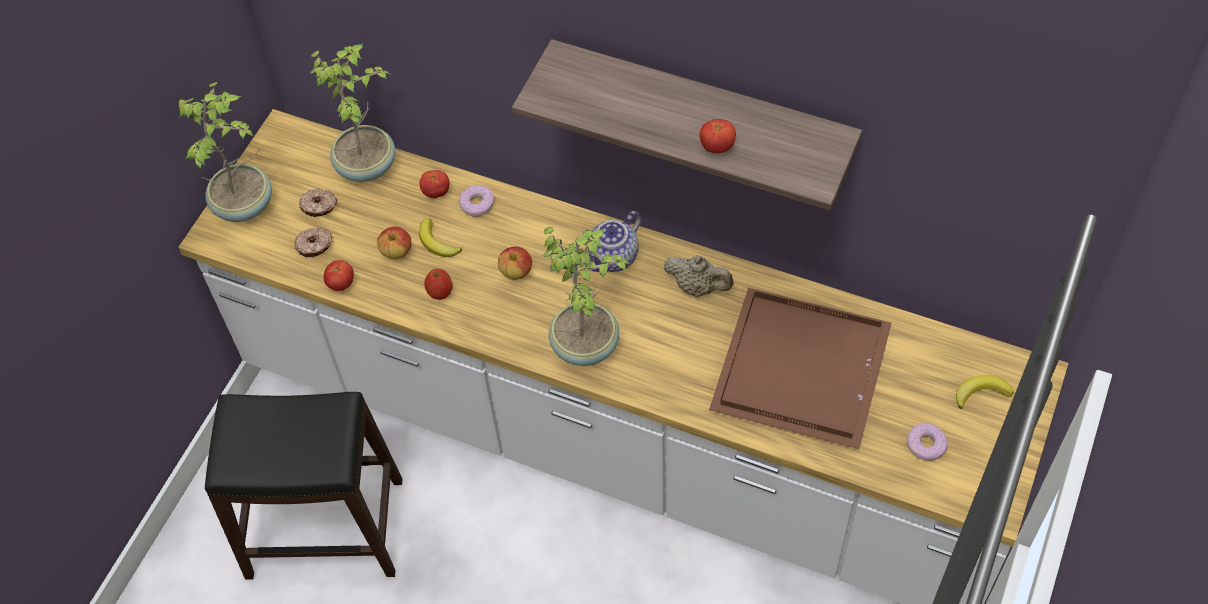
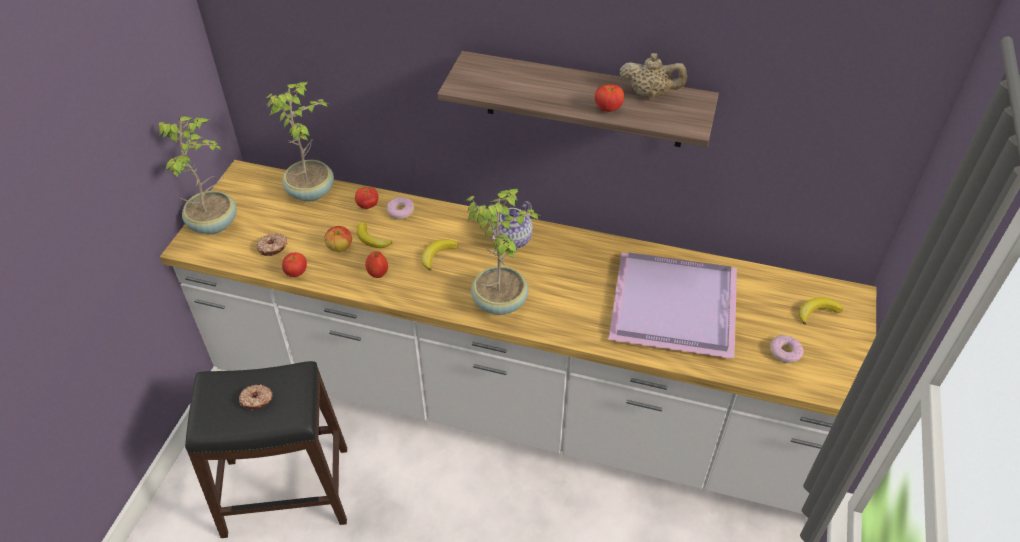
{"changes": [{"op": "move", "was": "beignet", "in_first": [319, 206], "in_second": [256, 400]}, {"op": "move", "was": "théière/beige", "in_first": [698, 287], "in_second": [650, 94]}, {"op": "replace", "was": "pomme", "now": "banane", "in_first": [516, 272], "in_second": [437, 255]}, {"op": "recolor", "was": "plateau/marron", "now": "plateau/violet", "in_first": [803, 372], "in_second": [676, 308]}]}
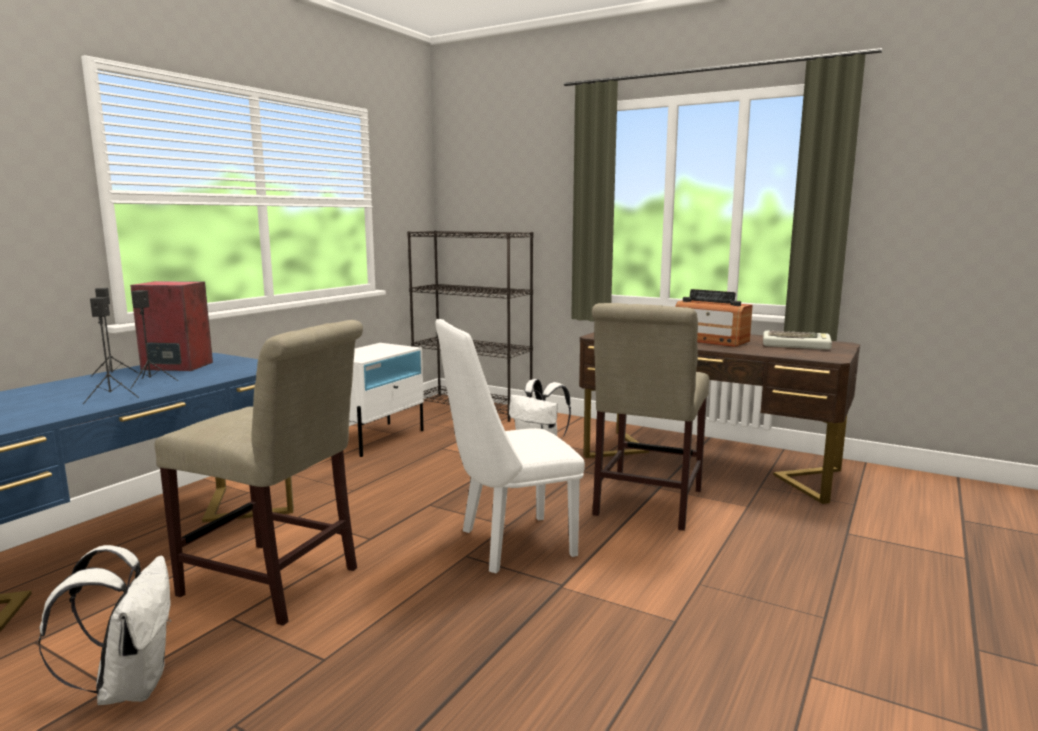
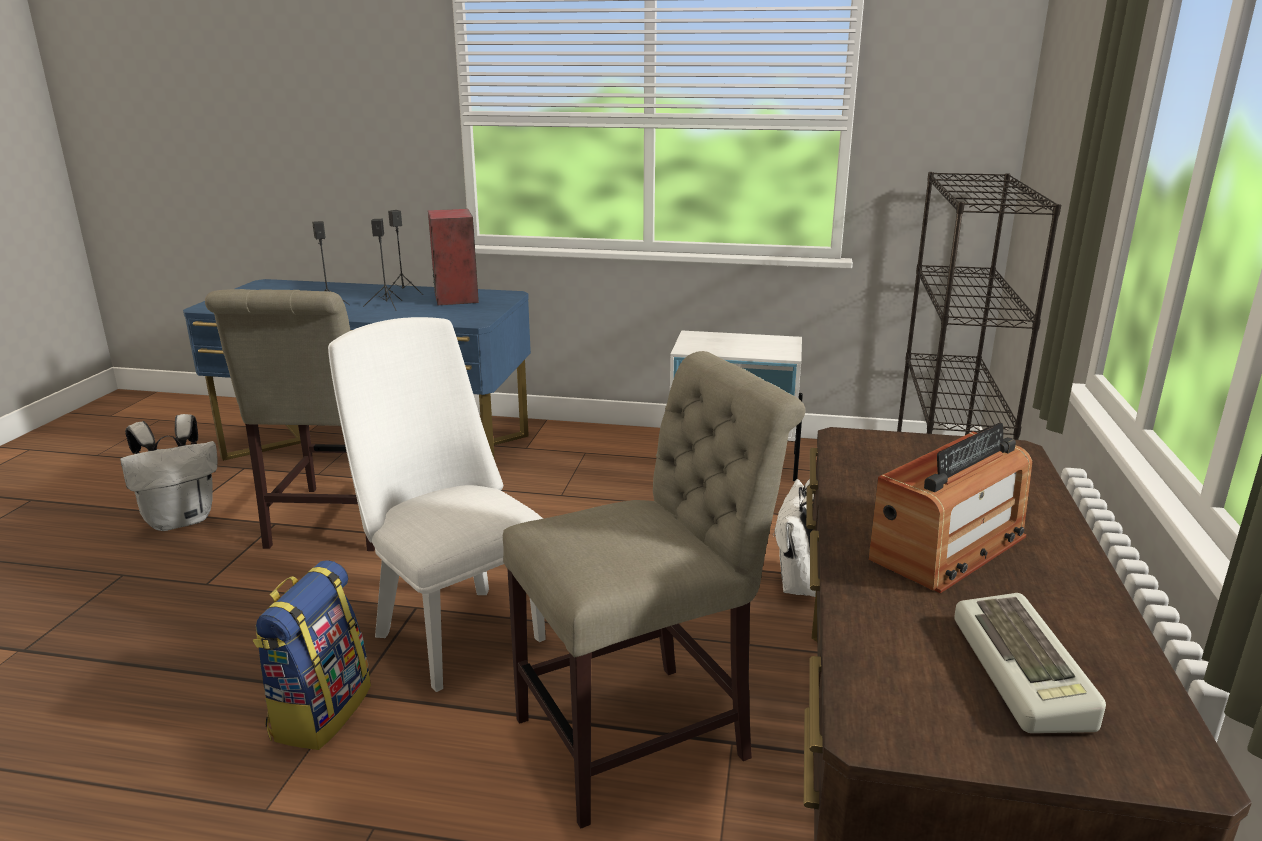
{"changes": [{"op": "insert", "now": "sac à dos", "in_second": [320, 711]}, {"op": "rotate", "was": "chaise/beige", "in_first": [645, 505], "in_second": [645, 735], "clockwise": 150}, {"op": "rotate", "was": "radio", "in_first": [710, 340], "in_second": [948, 547], "clockwise": -150}]}
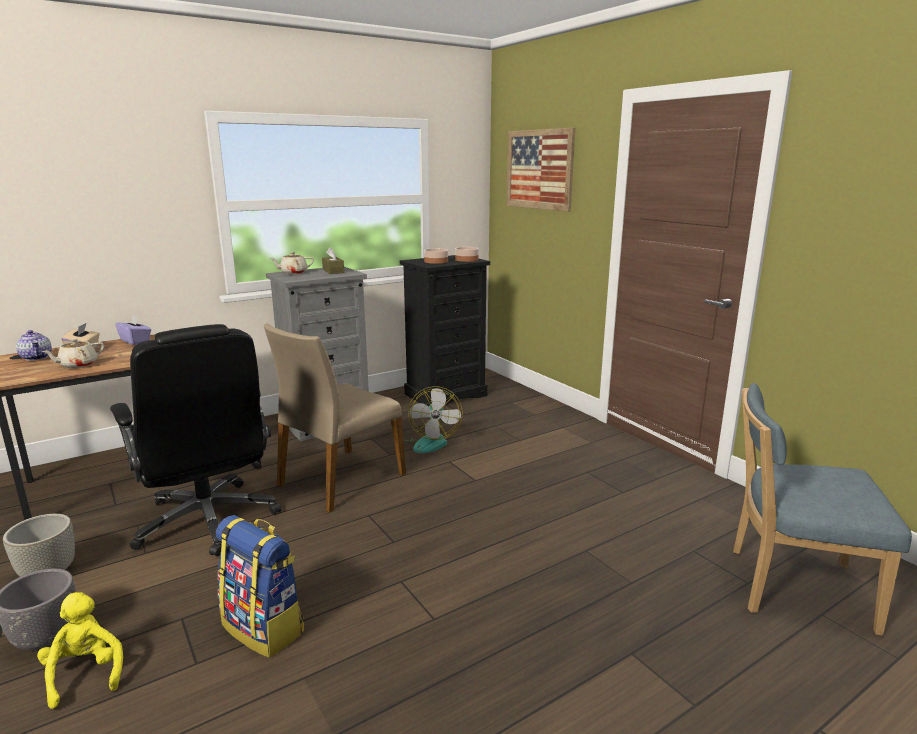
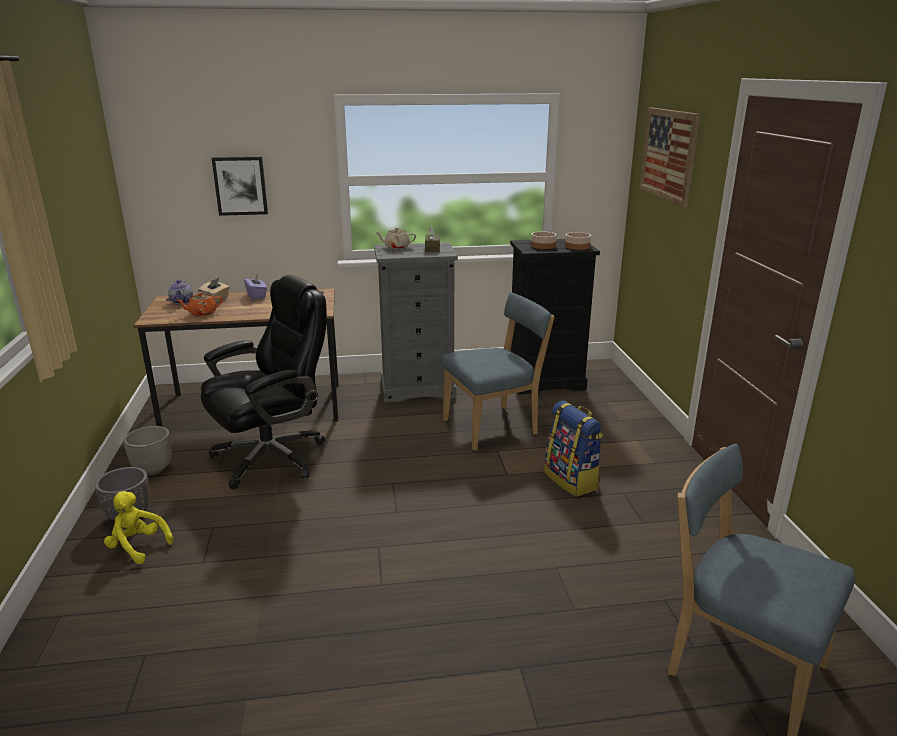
{"changes": [{"op": "delete", "was": "chaise/beige", "in_first": [340, 479]}, {"op": "insert", "now": "tableau", "in_second": [240, 186]}, {"op": "move", "was": "sac à dos", "in_first": [265, 628], "in_second": [572, 480]}, {"op": "replace", "was": "ventilateur", "now": "chaise/bleu", "in_first": [430, 441], "in_second": [494, 427]}, {"op": "recolor", "was": "théière/beige", "now": "théière/orange", "in_first": [78, 365], "in_second": [202, 313]}, {"op": "rotate", "was": "peluche/jaune", "in_first": [86, 673], "in_second": [138, 547], "clockwise": -60}, {"op": "rotate", "was": "chaise de bureau/noir", "in_first": [208, 521], "in_second": [272, 457], "clockwise": -120}]}
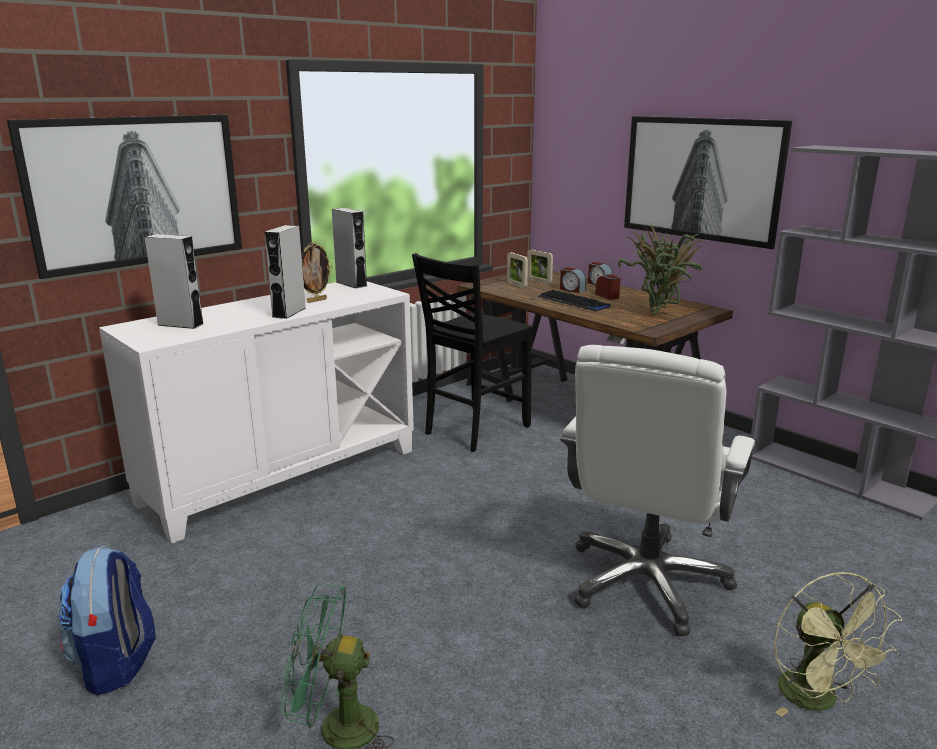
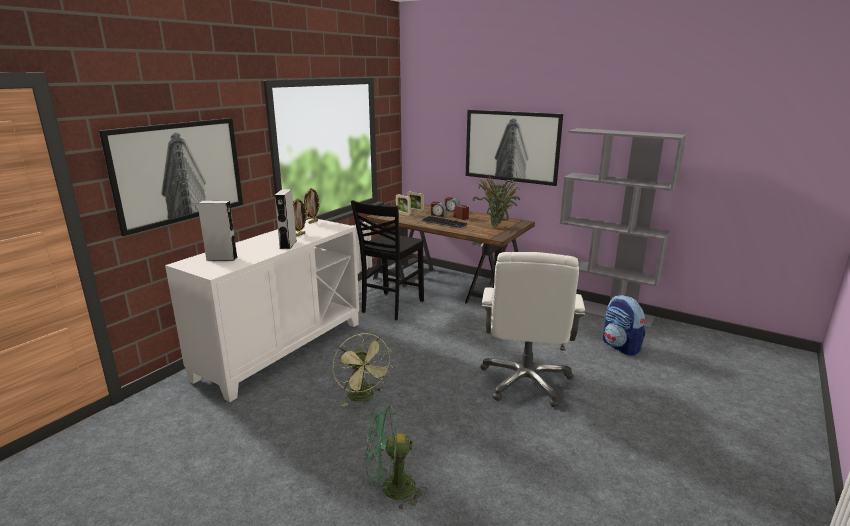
{"changes": [{"op": "move", "was": "sac à dos", "in_first": [116, 663], "in_second": [621, 347]}, {"op": "move", "was": "ventilateur/vert", "in_first": [817, 701], "in_second": [364, 397]}, {"op": "replace", "was": "enceinte/gris", "now": "cadre photo", "in_first": [351, 284], "in_second": [313, 222]}]}
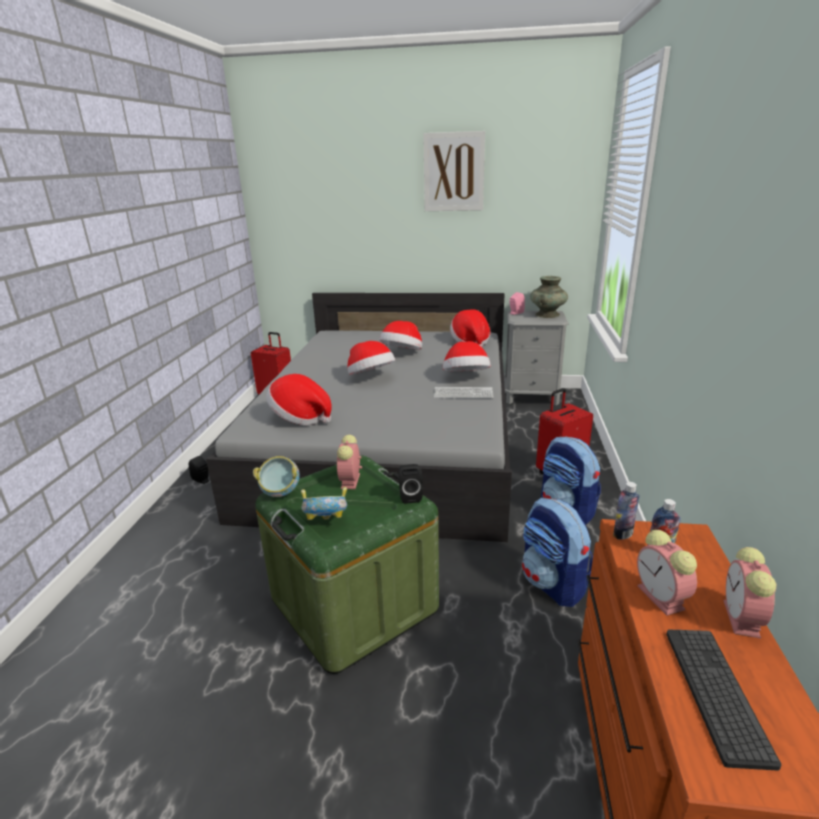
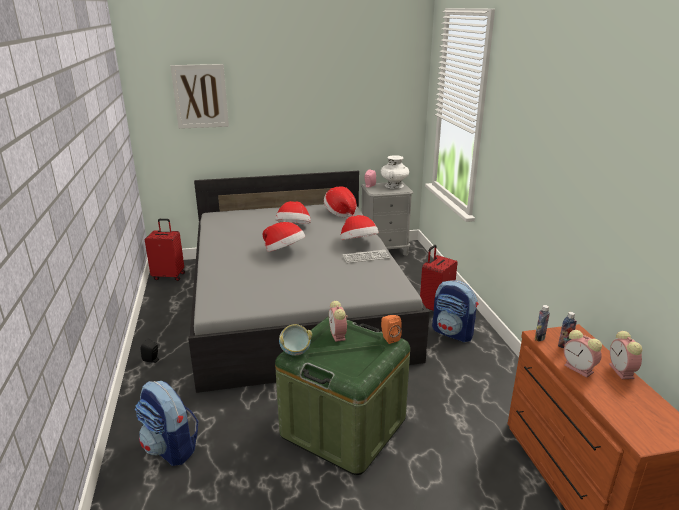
{"changes": [{"op": "delete", "was": "chapeau", "in_first": [300, 417]}, {"op": "delete", "was": "bol", "in_first": [326, 522]}, {"op": "delete", "was": "clavier", "in_first": [716, 693]}, {"op": "move", "was": "tableau", "in_first": [454, 172], "in_second": [200, 96]}, {"op": "move", "was": "sac à dos", "in_first": [553, 584], "in_second": [171, 448]}, {"op": "recolor", "was": "enceinte/noir", "now": "enceinte/orange", "in_first": [410, 496], "in_second": [389, 338]}, {"op": "recolor", "was": "vase/turquoise", "now": "vase/blanc", "in_first": [547, 315], "in_second": [394, 186]}]}
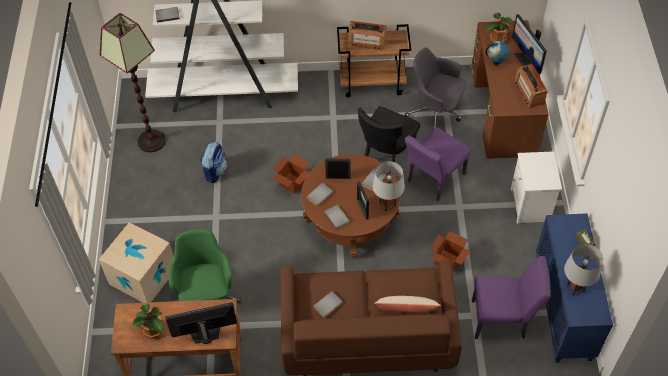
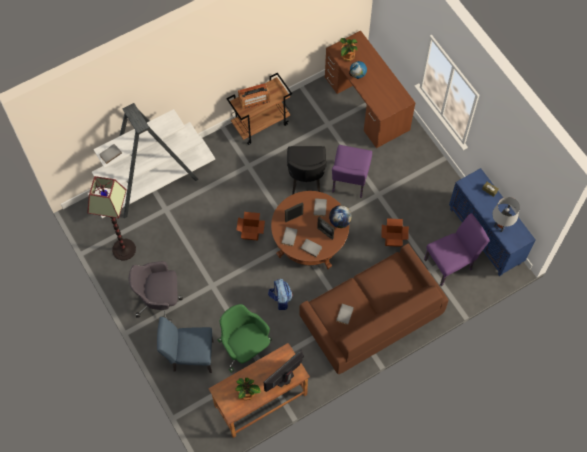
{"changes": [{"op": "delete", "was": "coussin/beige", "in_first": [406, 311]}, {"op": "delete", "was": "table de chevet/blanc", "in_first": [531, 206]}, {"op": "delete", "was": "écran d'ordinateur", "in_first": [526, 60]}, {"op": "delete", "was": "radio", "in_first": [529, 92]}, {"op": "move", "was": "sac à dos", "in_first": [215, 171], "in_second": [280, 299]}, {"op": "move", "was": "chaise de bureau/gris", "in_first": [435, 113], "in_second": [160, 300]}, {"op": "replace", "was": "carton", "now": "chaise/bleu", "in_first": [143, 276], "in_second": [189, 356]}, {"op": "replace", "was": "lampe de table/gris", "now": "globe", "in_first": [387, 204], "in_second": [340, 221]}]}
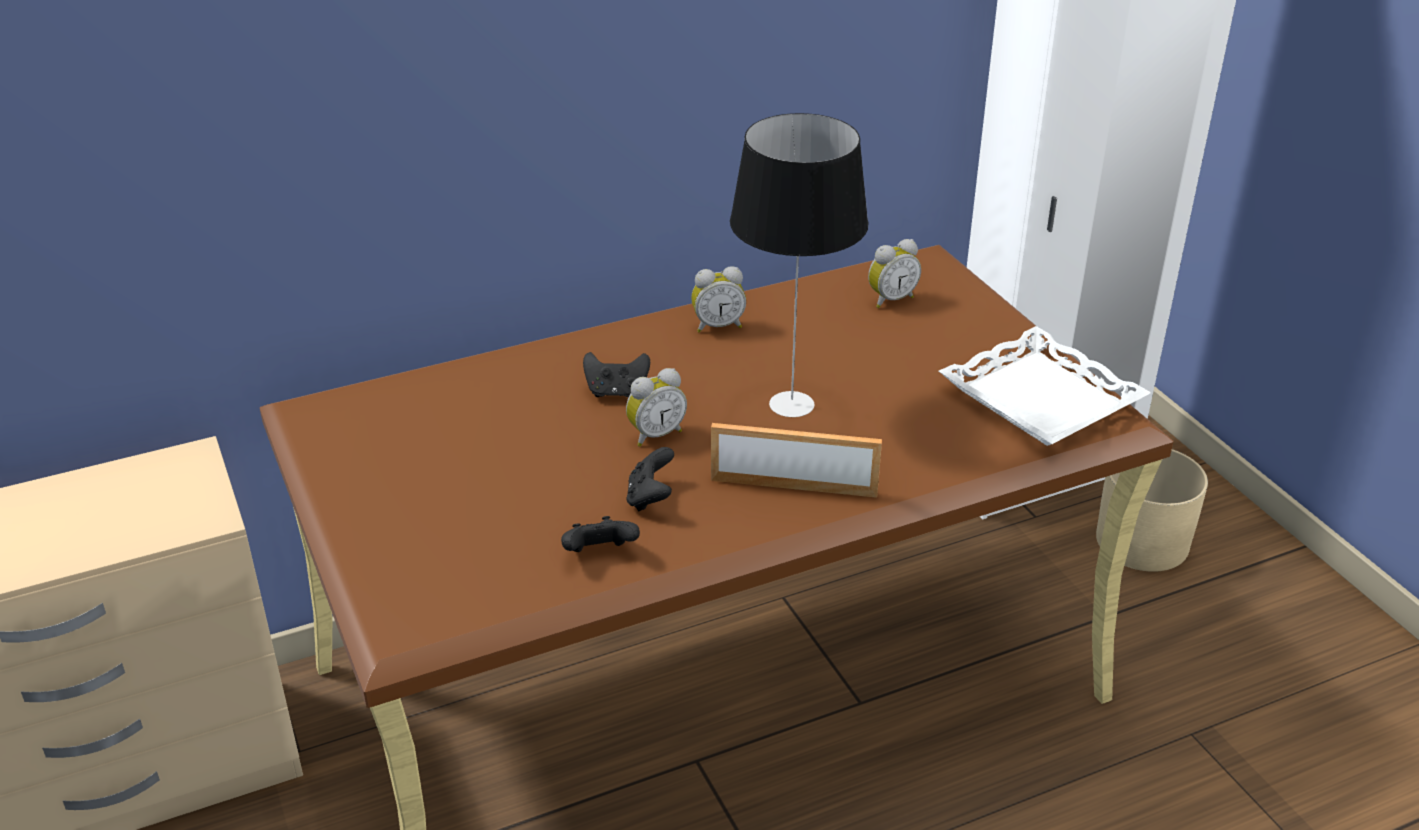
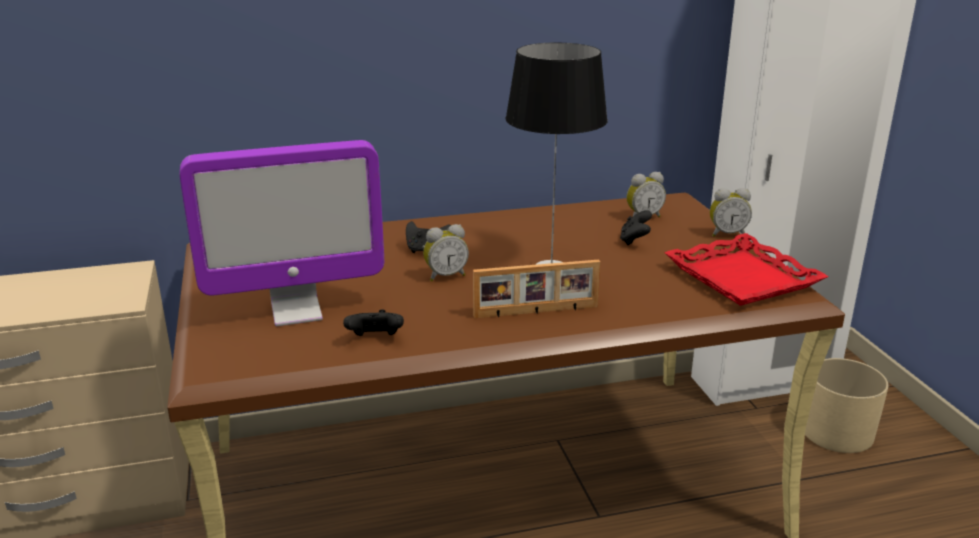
{"changes": [{"op": "insert", "now": "écran d'ordinateur", "in_second": [296, 311]}, {"op": "move", "was": "manette/noir", "in_first": [650, 498], "in_second": [634, 240]}, {"op": "move", "was": "réveil", "in_first": [717, 325], "in_second": [727, 234]}, {"op": "recolor", "was": "plateau/blanc", "now": "plateau/rouge", "in_first": [1042, 398], "in_second": [743, 278]}, {"op": "rotate", "was": "cadre photo", "in_first": [794, 485], "in_second": [536, 312], "clockwise": 150}]}
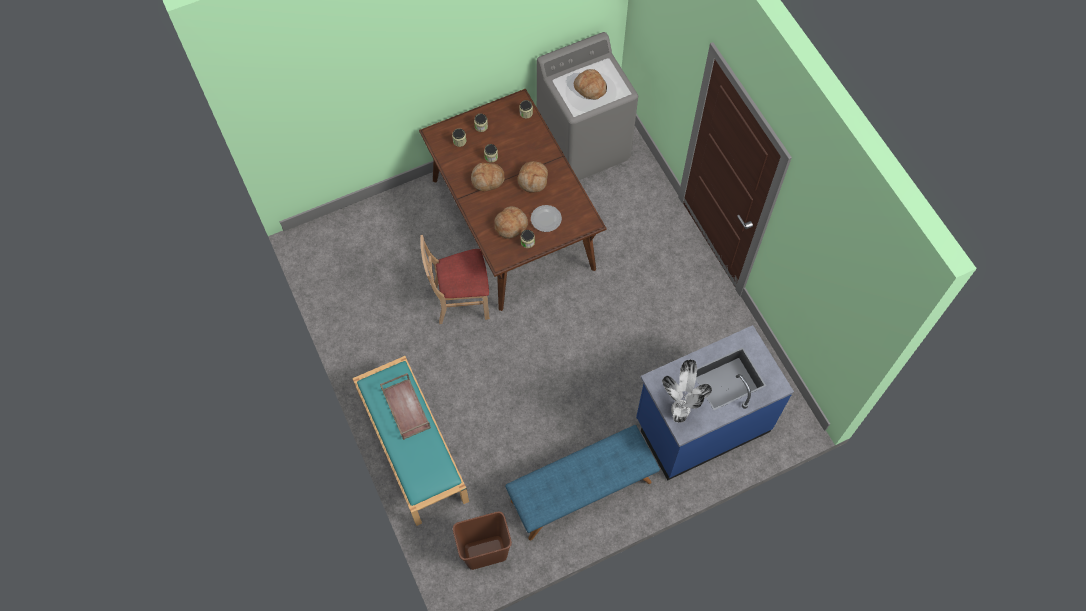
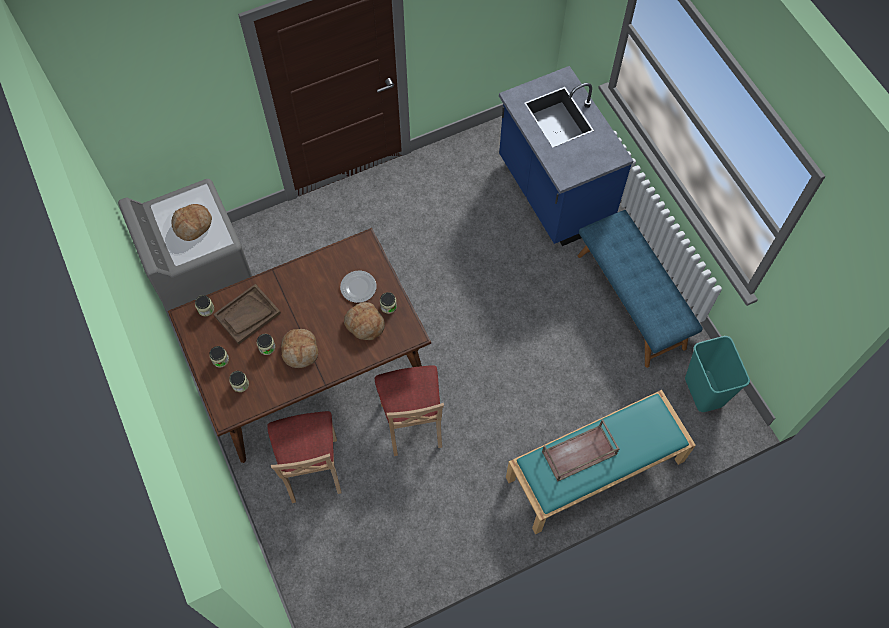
{"changes": [{"op": "delete", "was": "pain", "in_first": [533, 180]}, {"op": "delete", "was": "plante en pot", "in_first": [679, 412]}, {"op": "insert", "now": "plateau/marron", "in_second": [247, 315]}, {"op": "insert", "now": "chaise/beige", "in_second": [312, 469]}, {"op": "recolor", "was": "poubelle/marron", "now": "poubelle/turquoise", "in_first": [485, 551], "in_second": [703, 391]}]}
